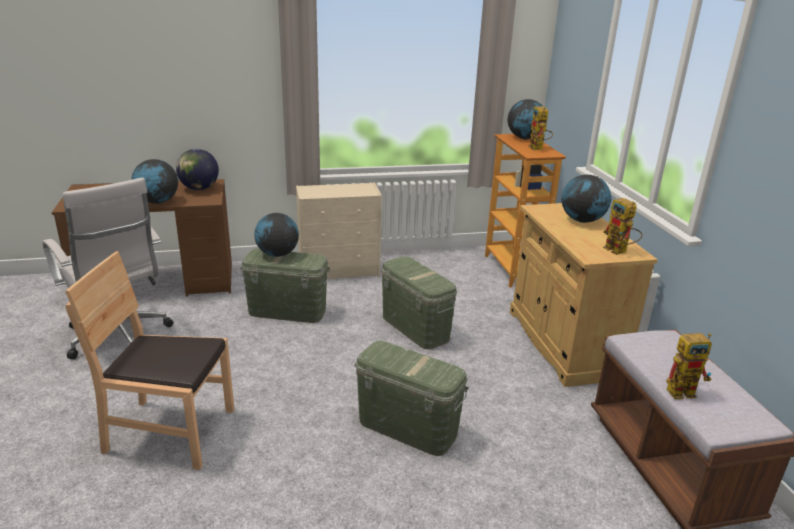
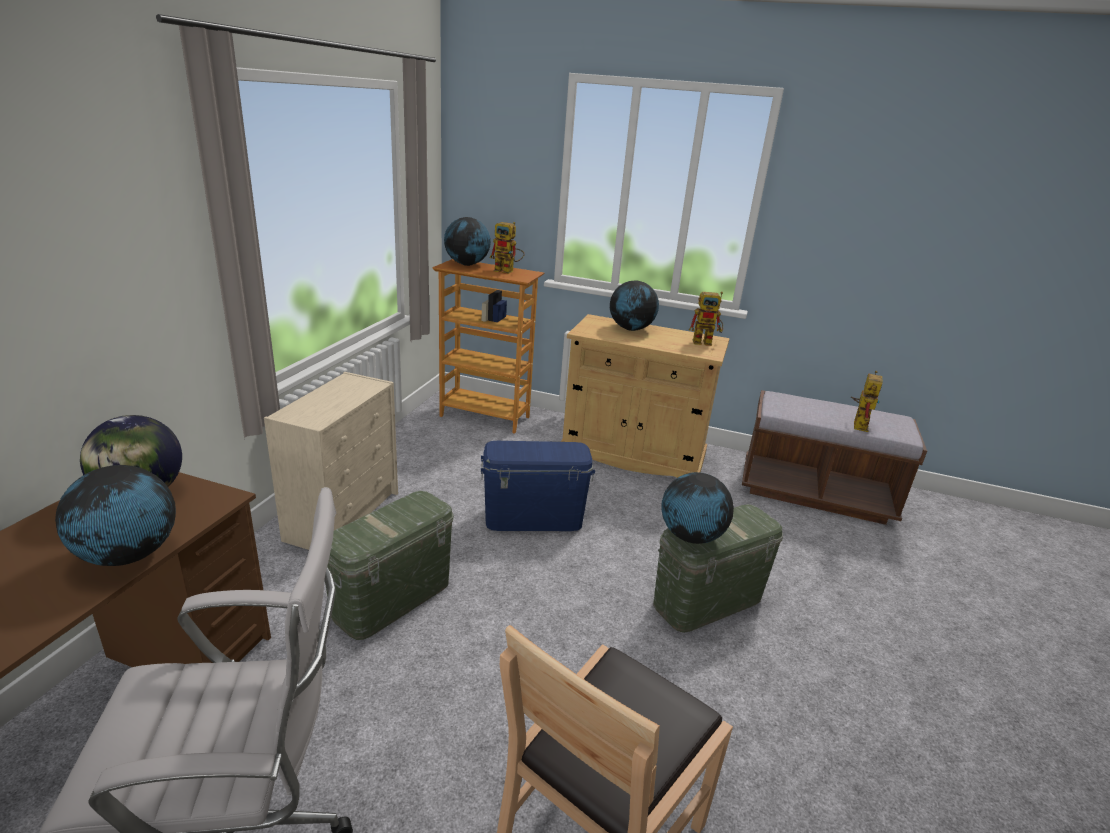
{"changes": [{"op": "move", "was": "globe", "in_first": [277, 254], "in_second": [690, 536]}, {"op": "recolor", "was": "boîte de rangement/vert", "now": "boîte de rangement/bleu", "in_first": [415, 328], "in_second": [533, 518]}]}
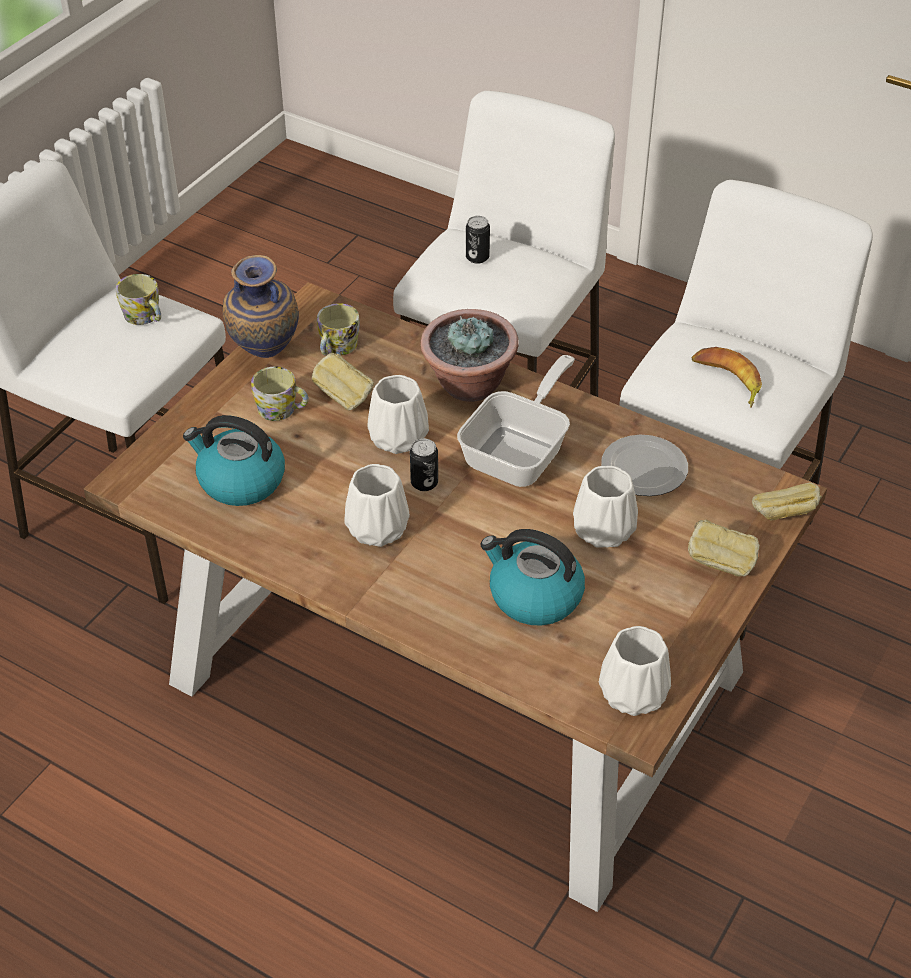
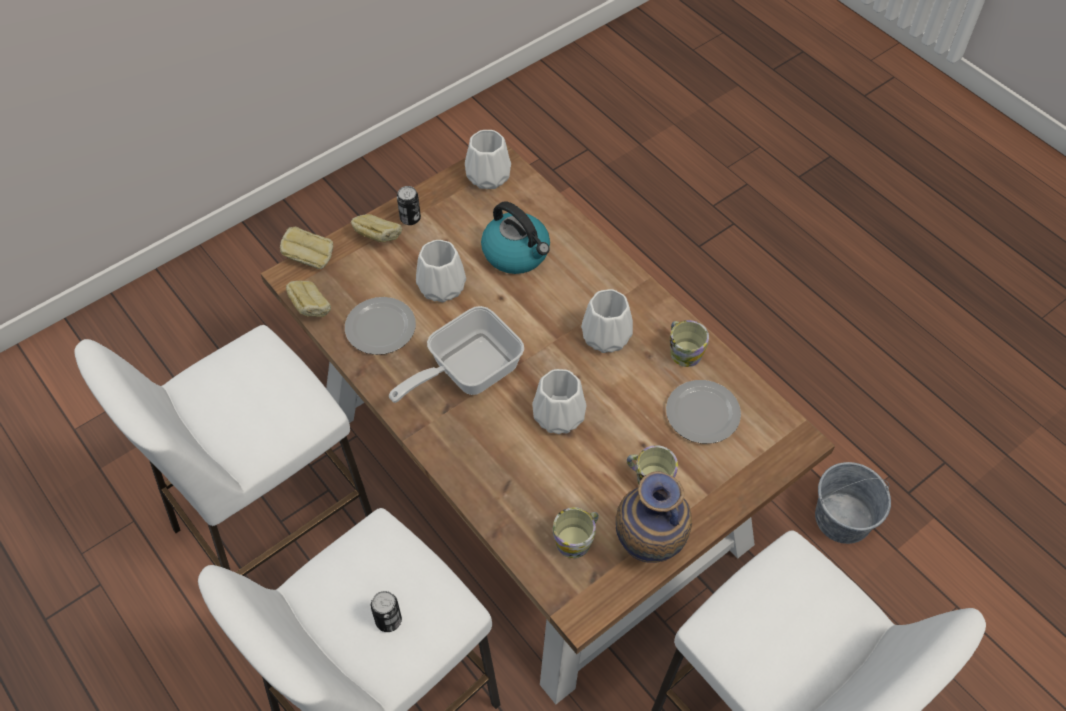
{"changes": [{"op": "delete", "was": "plante en pot", "in_first": [469, 386]}, {"op": "delete", "was": "banane", "in_first": [727, 380]}, {"op": "insert", "now": "seau/gris", "in_second": [843, 518]}, {"op": "move", "was": "mug", "in_first": [145, 317], "in_second": [683, 350]}, {"op": "move", "was": "pain", "in_first": [344, 398], "in_second": [311, 310]}, {"op": "move", "was": "boîte métallique", "in_first": [424, 483], "in_second": [410, 218]}, {"op": "replace", "was": "bouilloire", "now": "assiette", "in_first": [240, 481], "in_second": [702, 412]}]}
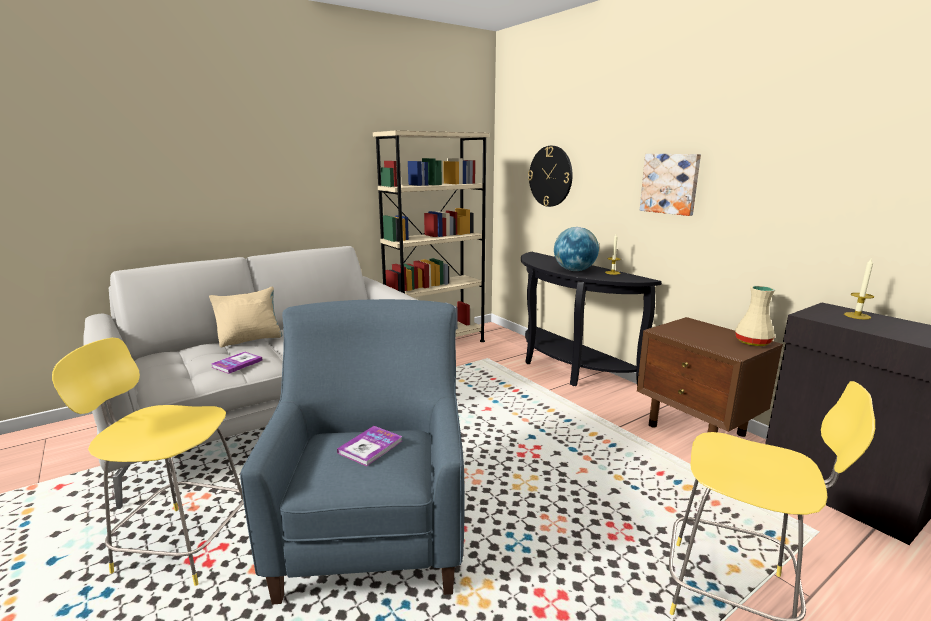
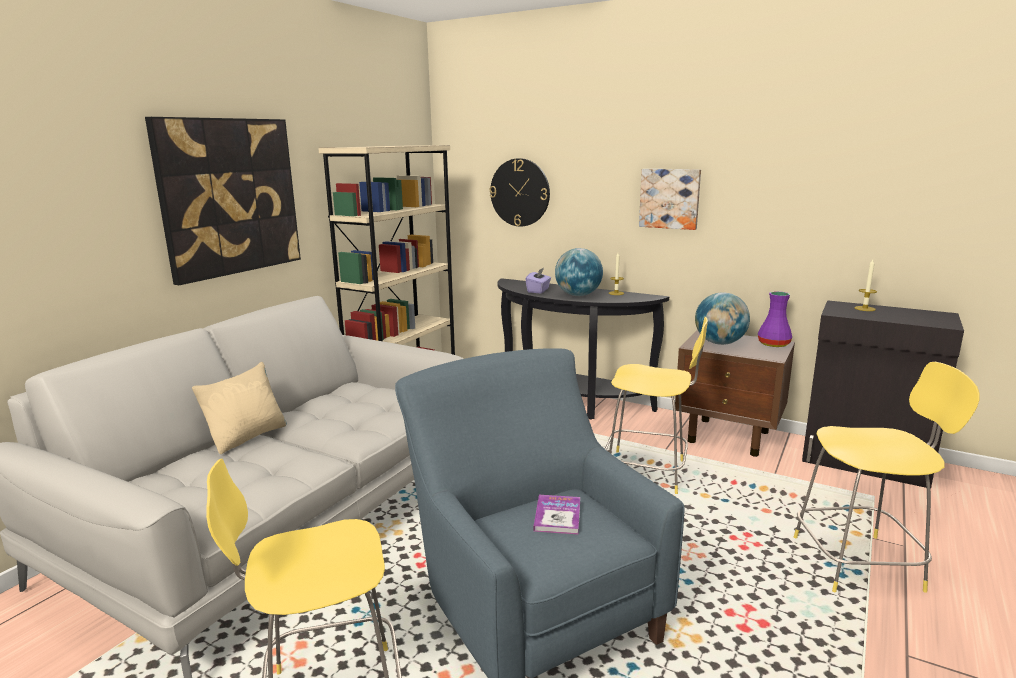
{"changes": [{"op": "delete", "was": "livre", "in_first": [237, 363]}, {"op": "insert", "now": "tableau", "in_second": [229, 197]}, {"op": "insert", "now": "boîte à mouchoirs/violet", "in_second": [538, 290]}, {"op": "insert", "now": "tabouret/jaune", "in_second": [648, 473]}, {"op": "insert", "now": "globe", "in_second": [719, 343]}, {"op": "recolor", "was": "vase/beige", "now": "vase/violet", "in_first": [753, 342], "in_second": [774, 344]}]}
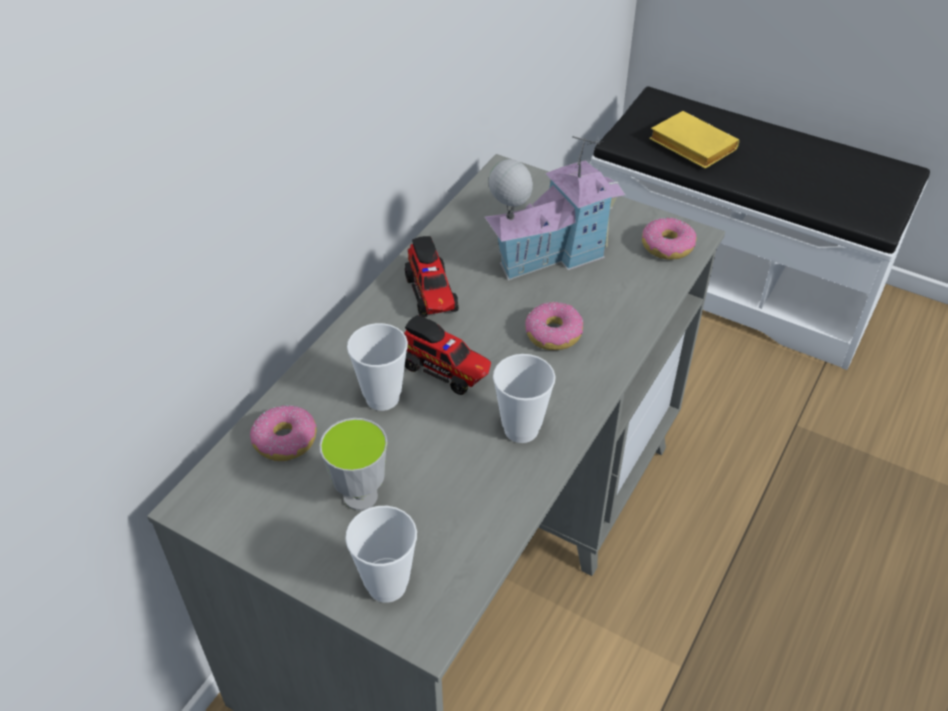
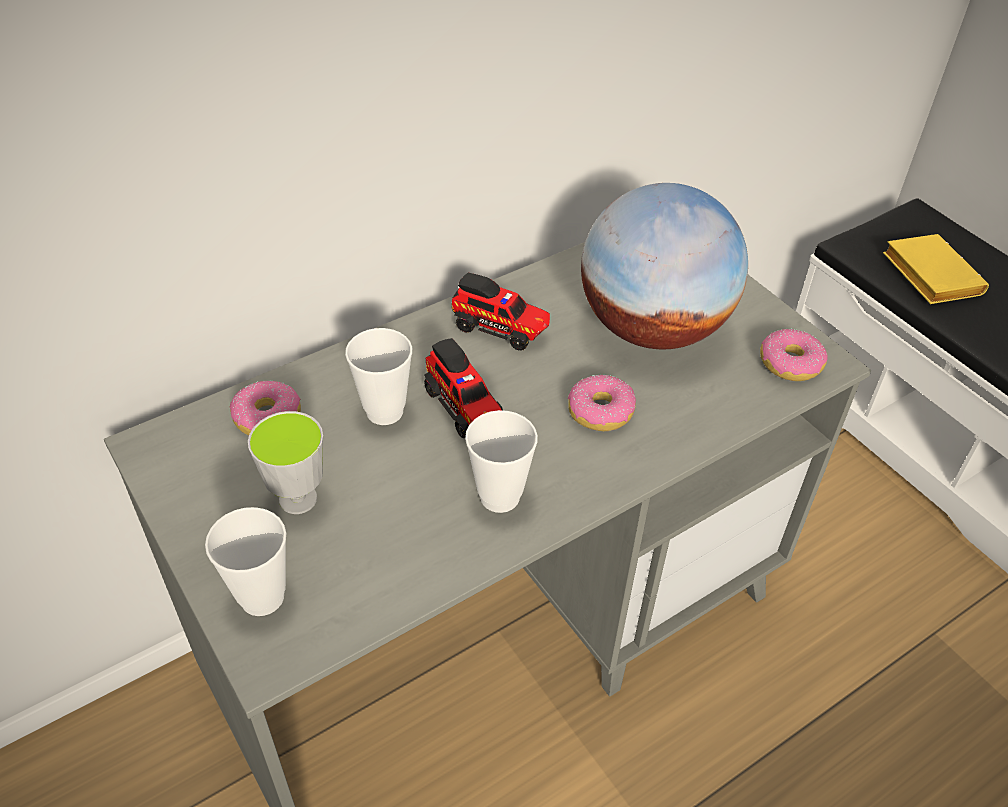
{"changes": [{"op": "replace", "was": "maison miniature", "now": "globe", "in_first": [550, 254], "in_second": [652, 328]}, {"op": "rotate", "was": "camion jouet", "in_first": [432, 296], "in_second": [501, 329], "clockwise": -75}]}
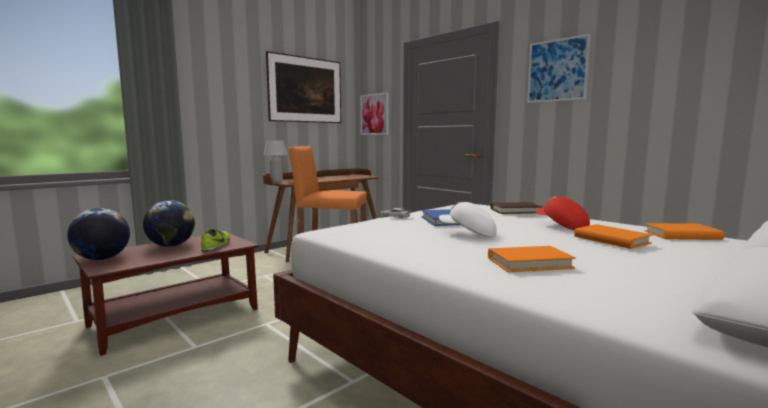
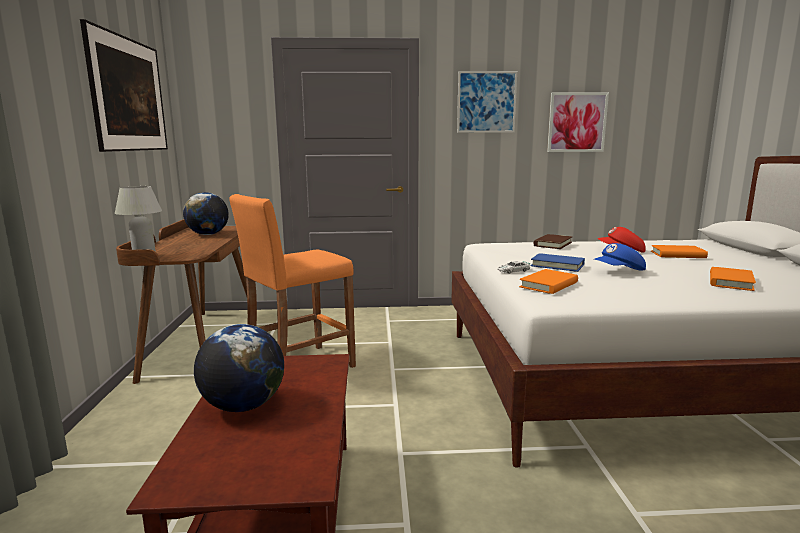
{"changes": [{"op": "delete", "was": "chaussure", "in_first": [216, 245]}, {"op": "move", "was": "globe", "in_first": [102, 258], "in_second": [208, 234]}, {"op": "move", "was": "tableau", "in_first": [374, 114], "in_second": [576, 122]}, {"op": "move", "was": "livre/orange", "in_first": [682, 235], "in_second": [548, 285]}, {"op": "recolor", "was": "casquette/blanc", "now": "casquette/bleu", "in_first": [467, 233], "in_second": [619, 271]}]}
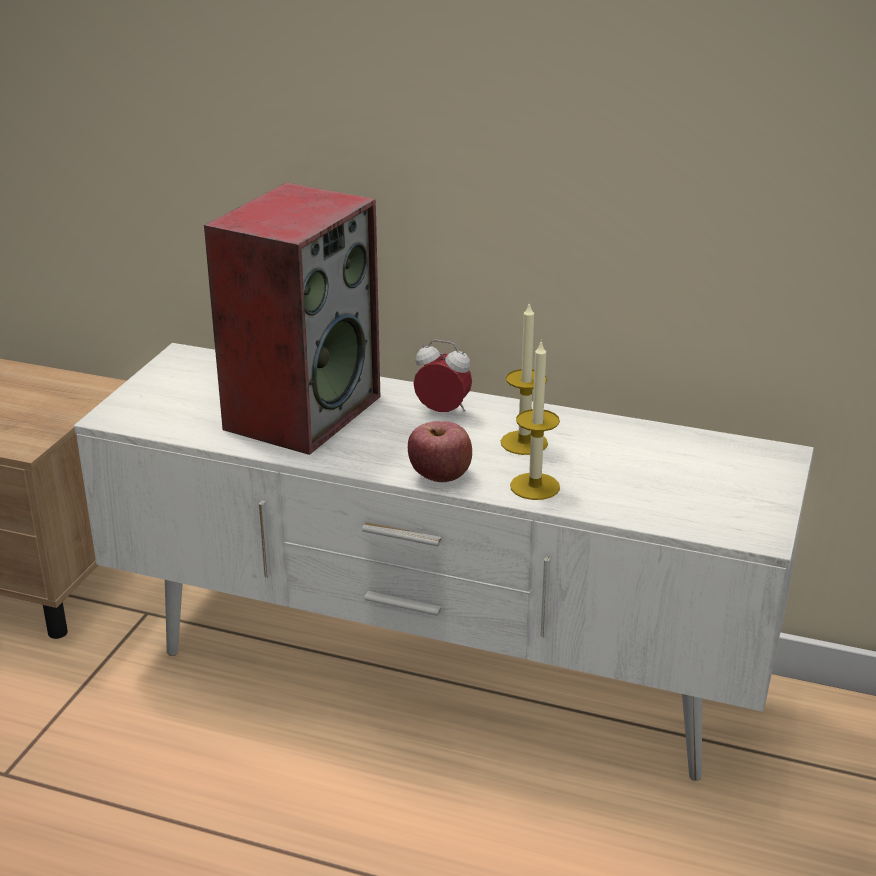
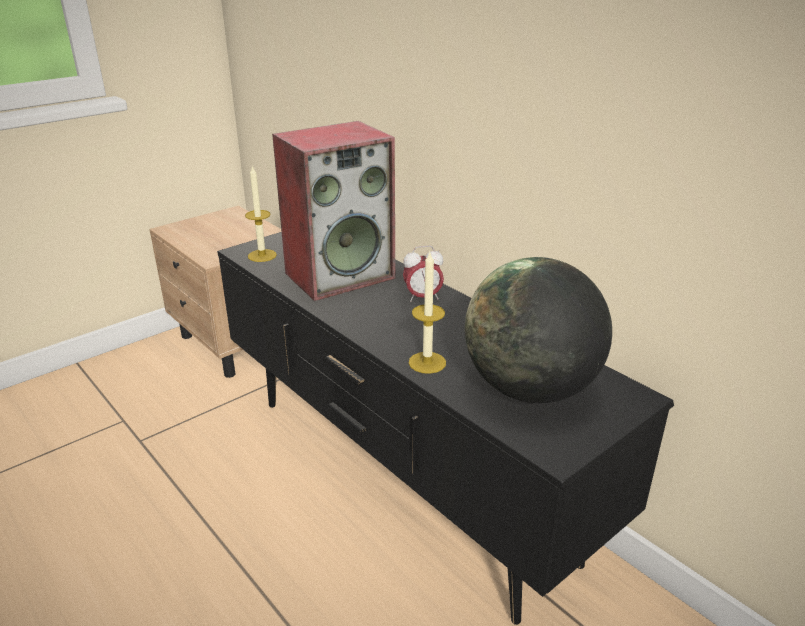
{"changes": [{"op": "delete", "was": "pomme", "in_first": [440, 476]}, {"op": "insert", "now": "globe", "in_second": [530, 389]}, {"op": "move", "was": "bougie", "in_first": [524, 443], "in_second": [262, 255]}, {"op": "recolor", "was": "meuble télé/blanc", "now": "meuble télé/noir", "in_first": [438, 676], "in_second": [402, 476]}, {"op": "rotate", "was": "réveil", "in_first": [443, 412], "in_second": [422, 297], "clockwise": 120}]}
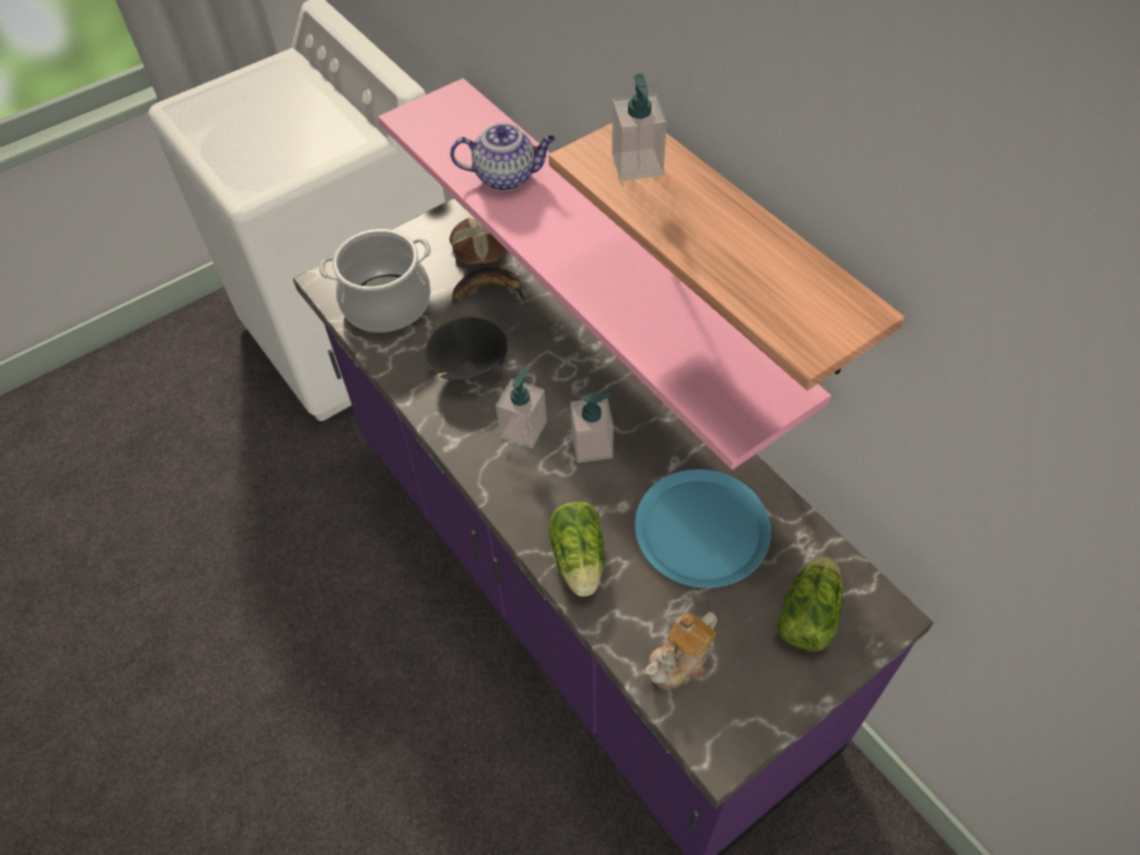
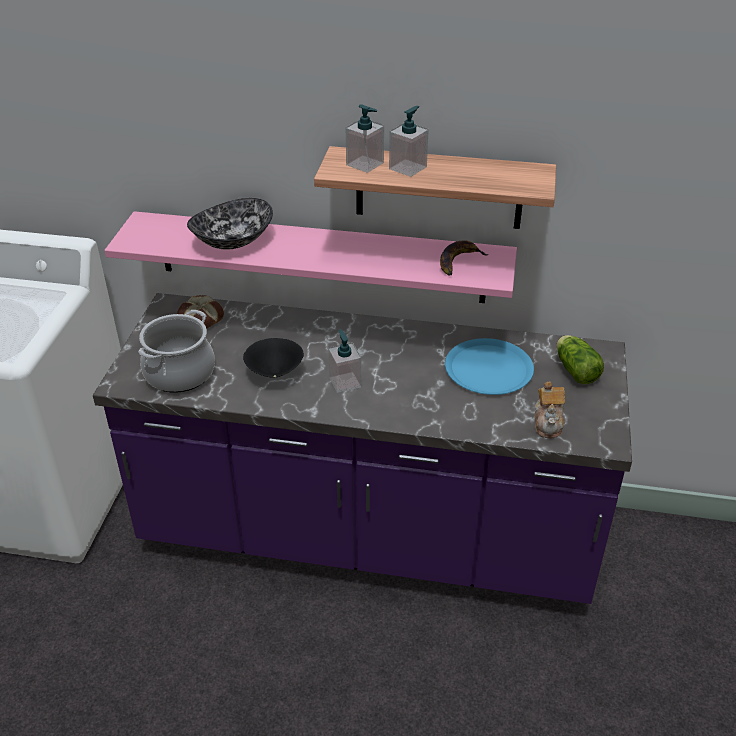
{"changes": [{"op": "delete", "was": "laitue", "in_first": [579, 562]}, {"op": "move", "was": "banane", "in_first": [488, 291], "in_second": [458, 261]}, {"op": "move", "was": "distributeur de savon", "in_first": [592, 446], "in_second": [408, 168]}, {"op": "replace", "was": "théière", "now": "bol", "in_first": [507, 176], "in_second": [232, 241]}]}
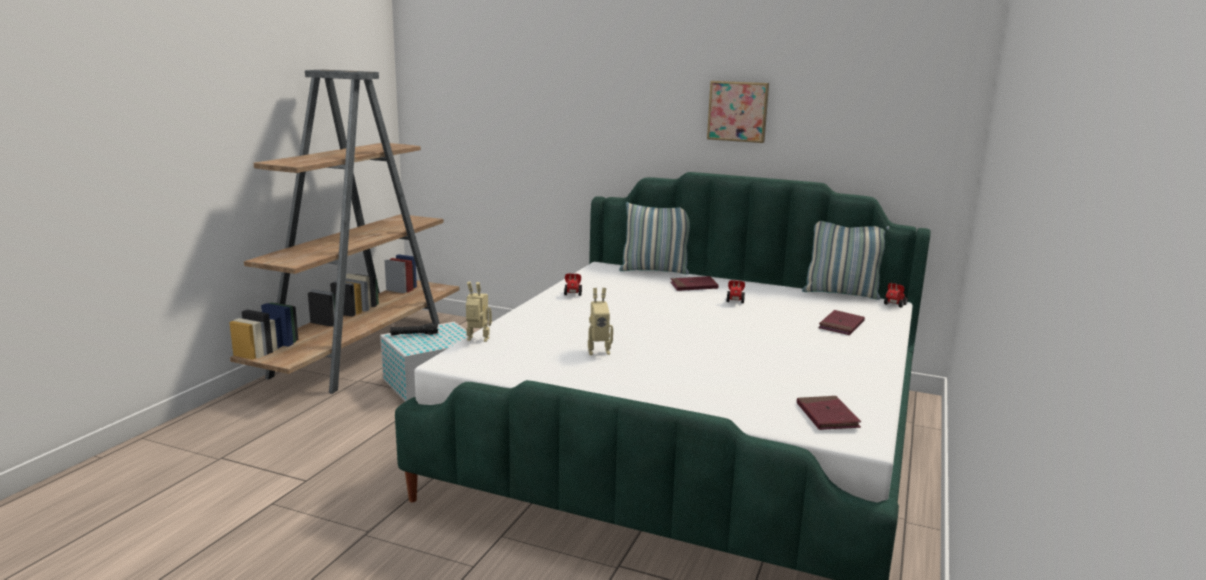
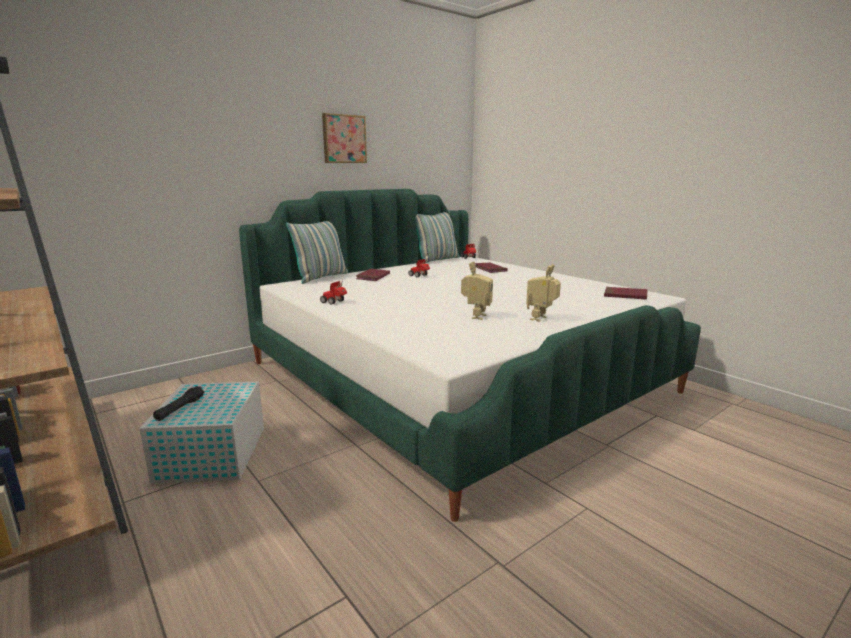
{"changes": [{"op": "move", "was": "robot jouet", "in_first": [477, 340], "in_second": [541, 319]}]}
